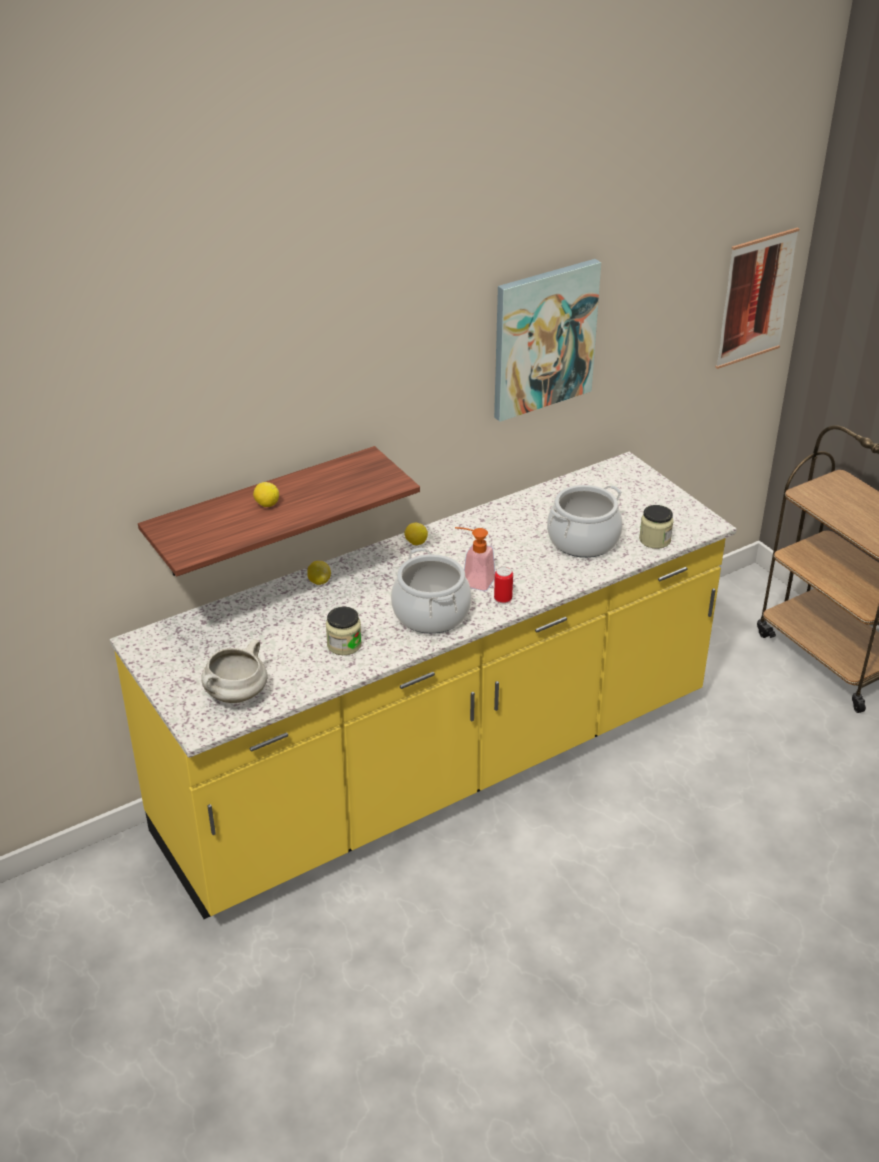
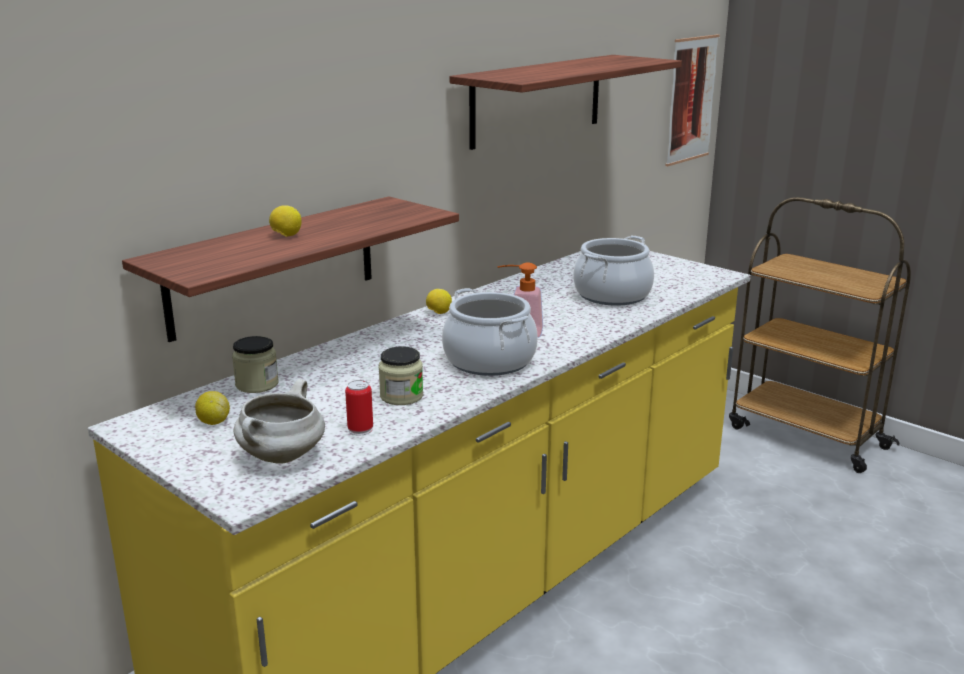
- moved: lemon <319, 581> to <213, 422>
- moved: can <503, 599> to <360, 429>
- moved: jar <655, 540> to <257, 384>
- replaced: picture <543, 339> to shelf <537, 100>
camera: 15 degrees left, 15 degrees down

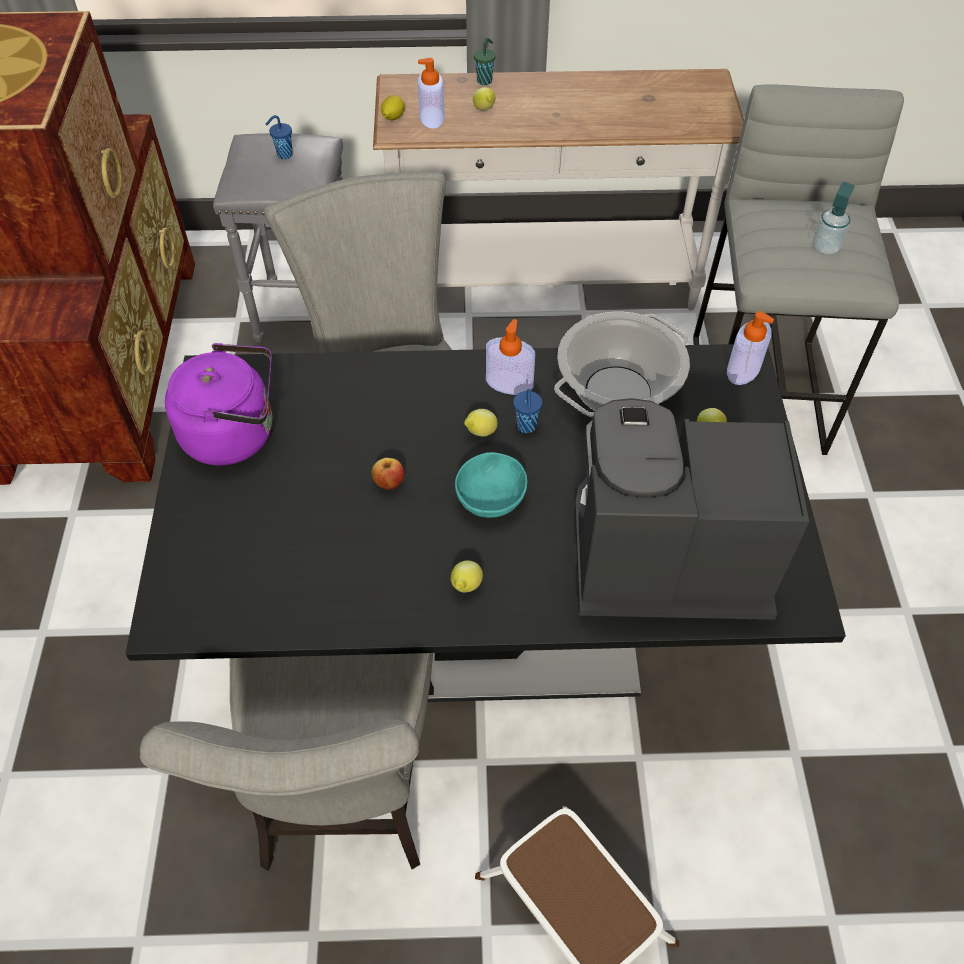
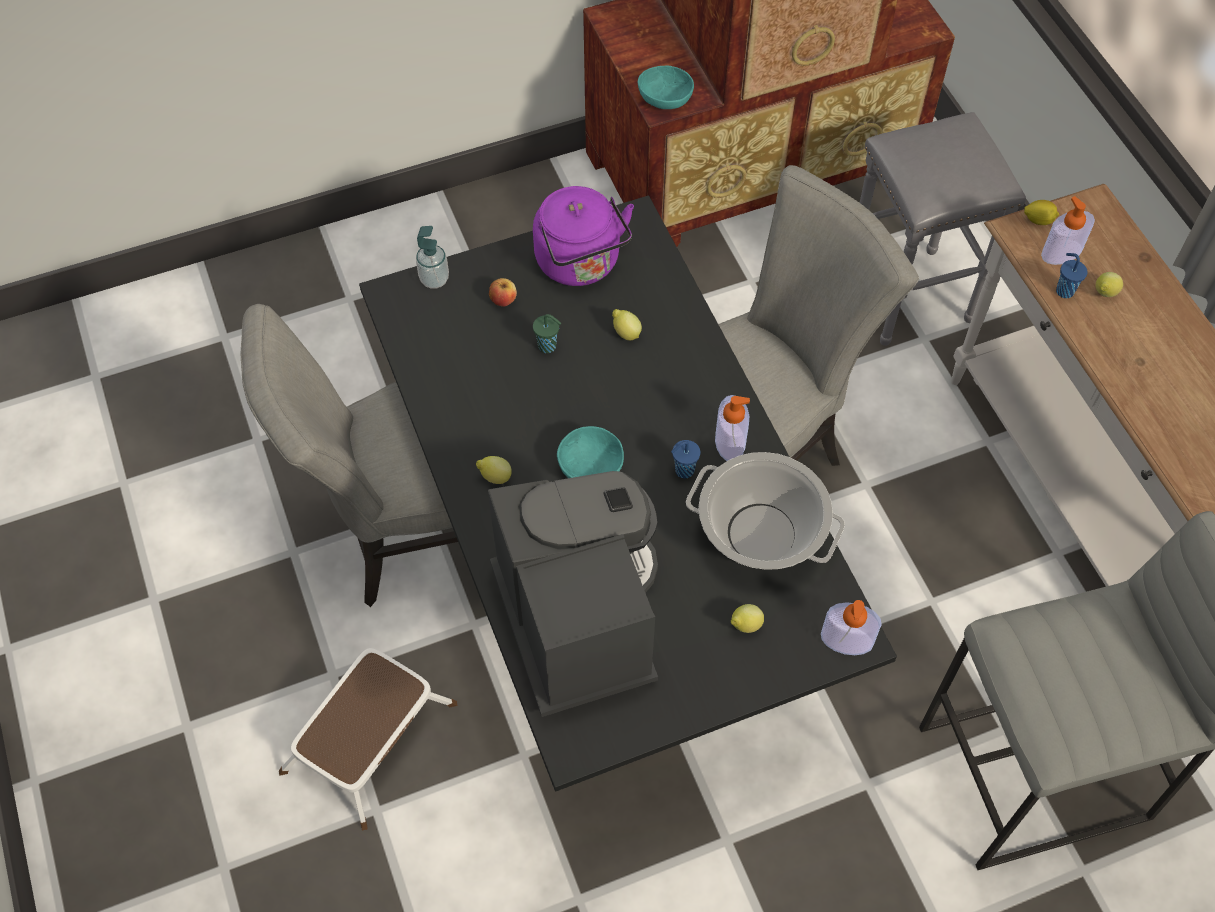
- added: turquoise bowl <665, 99>
- moved: blue cup <284, 155> to <1064, 290>
- moved: apple <389, 482> to <503, 300>
- moved: lemon <480, 433> to <625, 333>
- moved: green cup <485, 80> to <548, 346>
- moved: soap dispenser <825, 247> to <434, 279>
camera: 70 degrees right, 5 degrees up

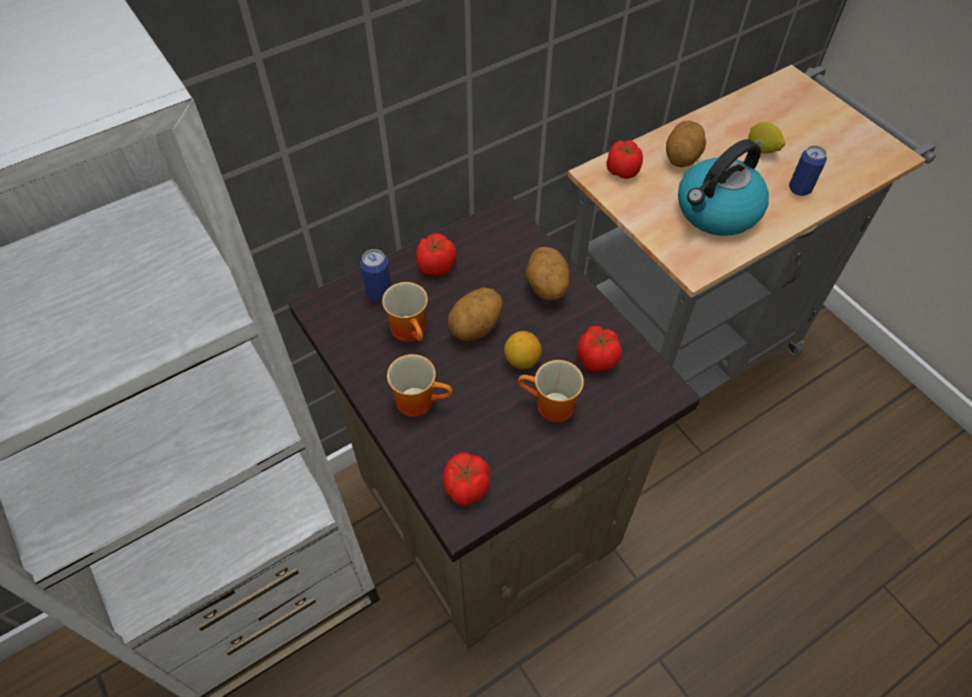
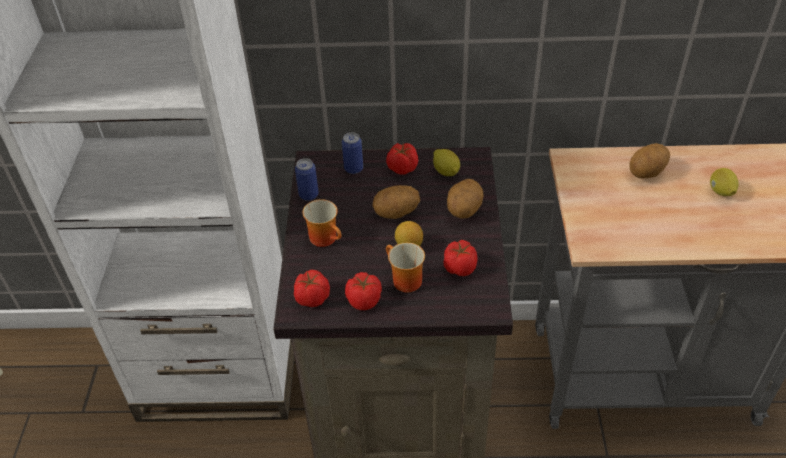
- removed: mug <412, 330>
- removed: kettle <716, 212>
- added: lemon <446, 171>
- moved: tomato <623, 170> to <365, 300>
- moved: can <799, 189> to <308, 195>
camera: 35 degrees right, 10 degrees down

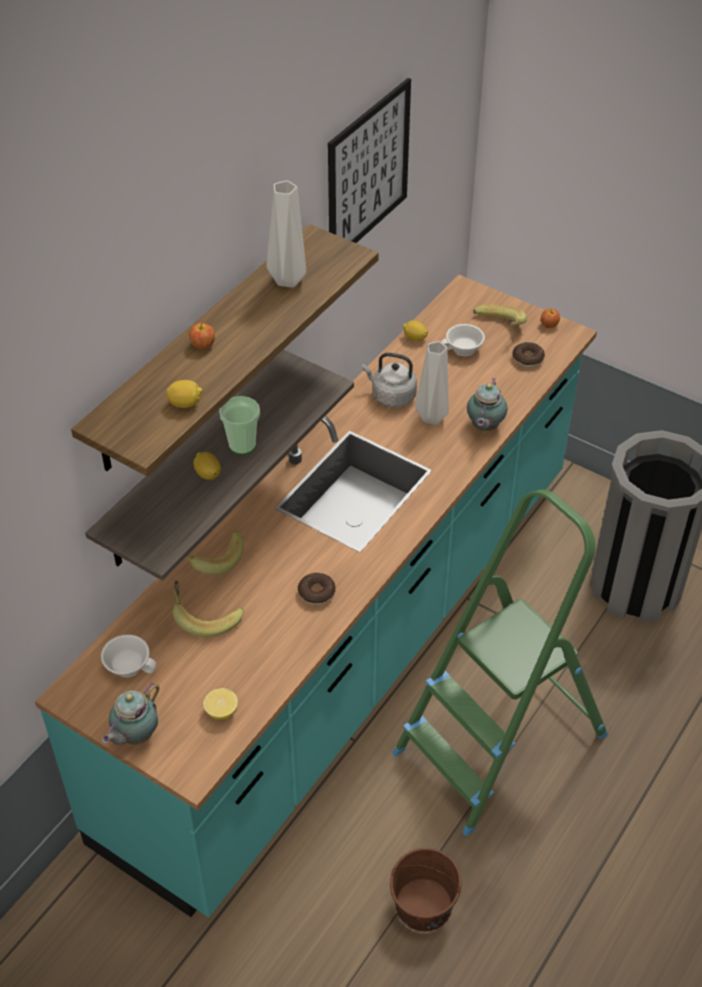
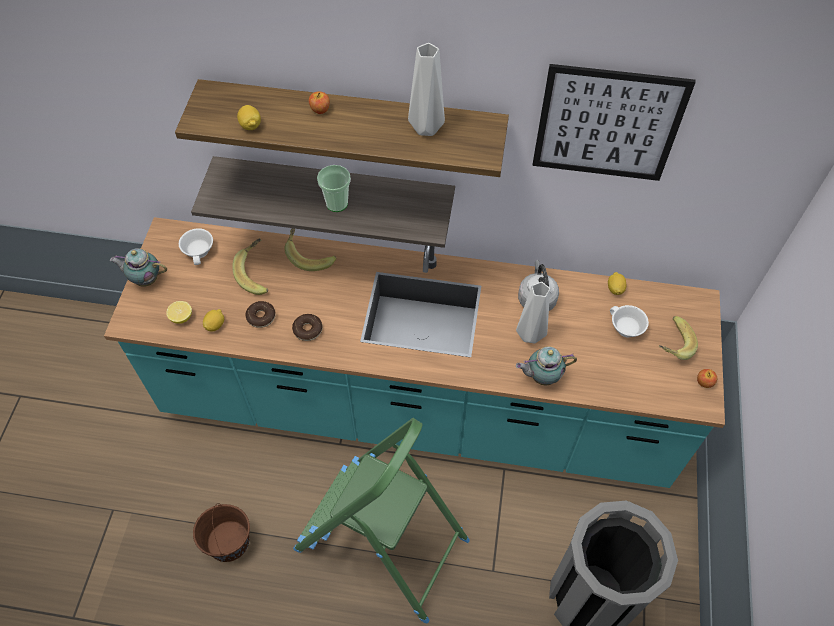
- moved: lemon <208, 474> to <215, 325>
- moved: donut <527, 359> to <261, 317>
camera: 65 degrees right, 10 degrees up

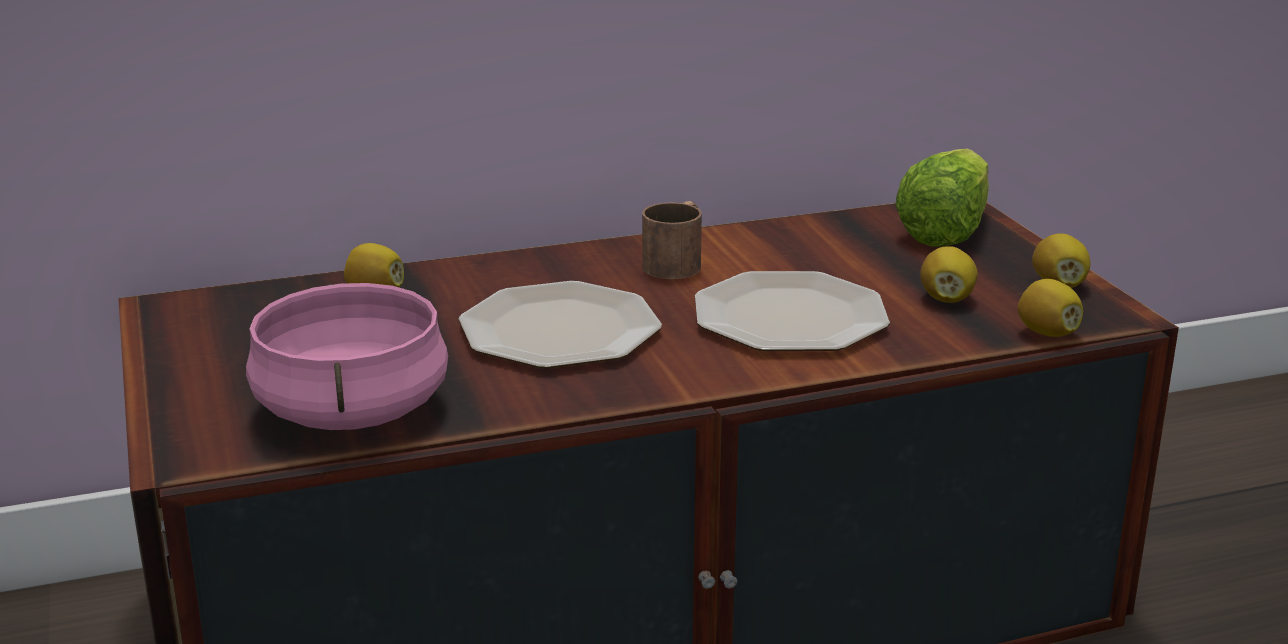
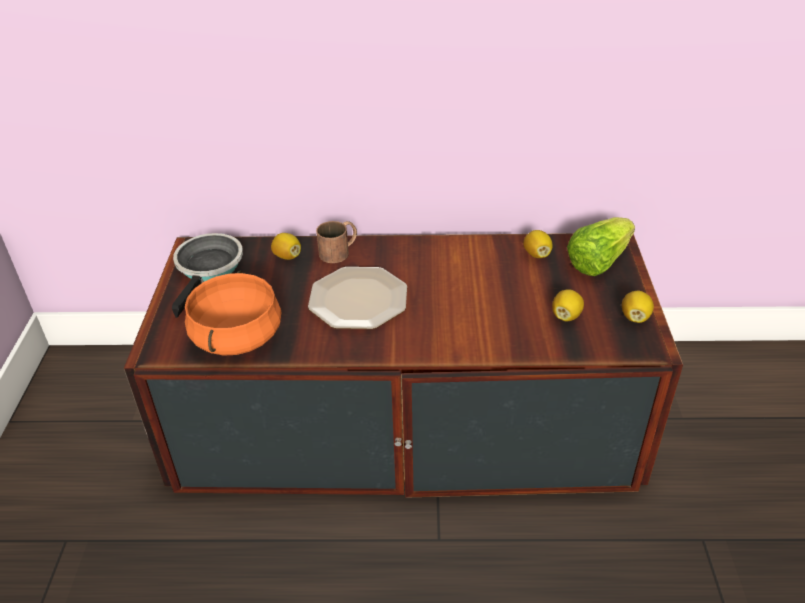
- removed: plate <792, 316>
- added: frying pan <209, 269>
- moved: brown mug <678, 262> to <339, 251>
- moved: lemon <1047, 333> to <537, 254>
- recoloured: pink cooking pot <350, 410> to orange cooking pot <236, 336>
camera: 20 degrees right, 15 degrees up

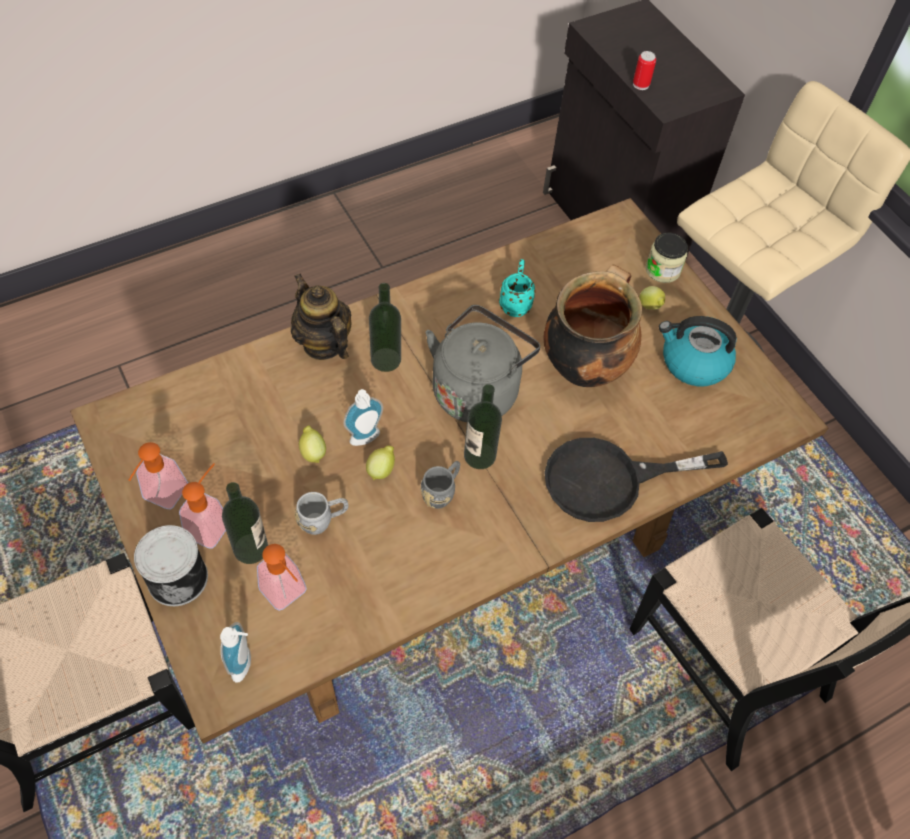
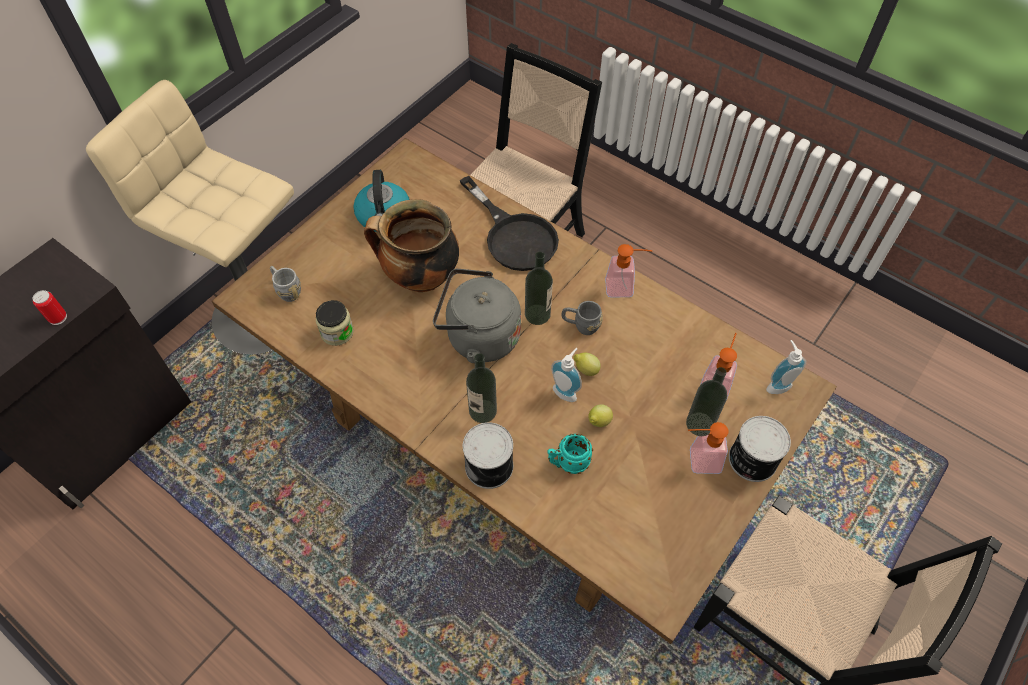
- removed: lemon <650, 307>
- moved: soap dispenser <161, 498> to <624, 287>
- moved: grey mug <323, 520> to <286, 290>
- moved: turquoise mug <515, 303> to <567, 463>
- moved: jar <662, 270> to <337, 332>
- replaced: teapot <323, 343> to can <490, 466>
camera: 110 degrees left, 0 degrees up

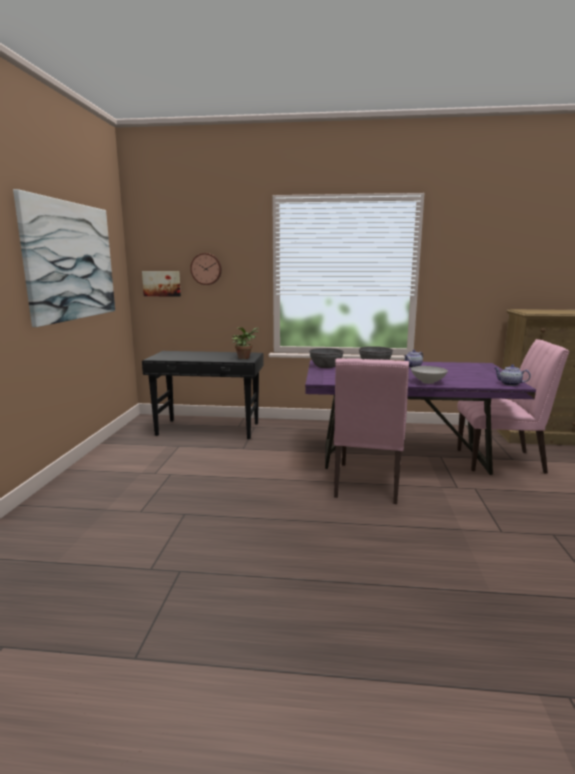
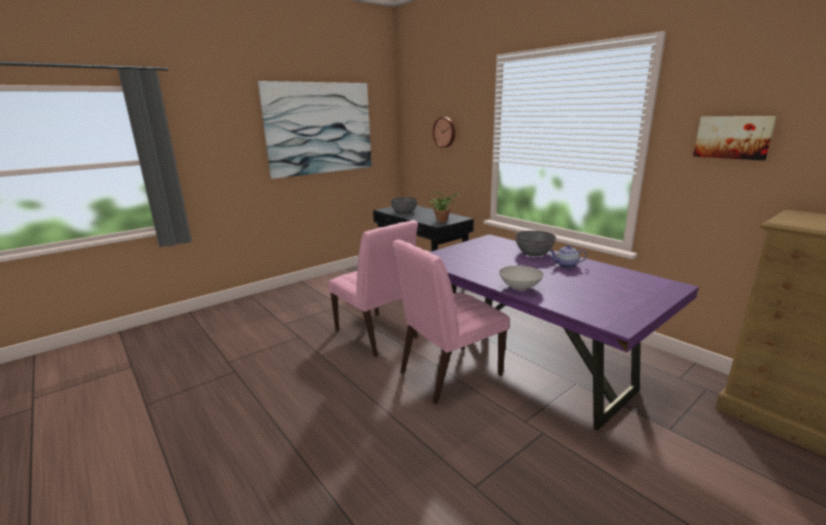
- removed: teapot <509, 384>
- moved: picture <162, 283> to <733, 137>
- moved: grey bowl <326, 366> to <404, 212>
- moved: pink chair <499, 461> to <375, 334>
camera: 45 degrees right, 5 degrees up

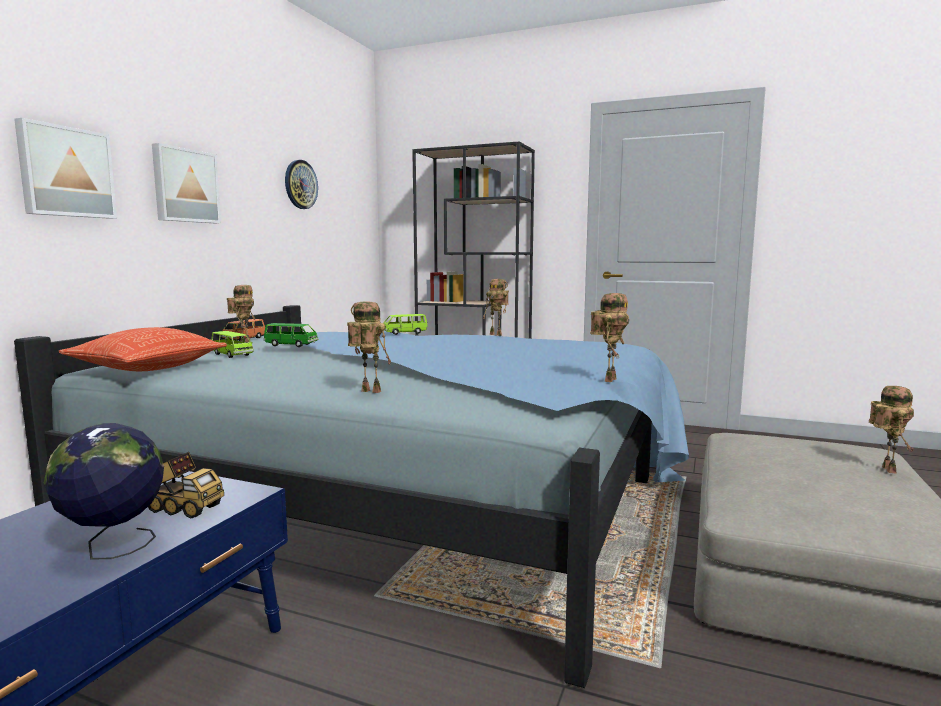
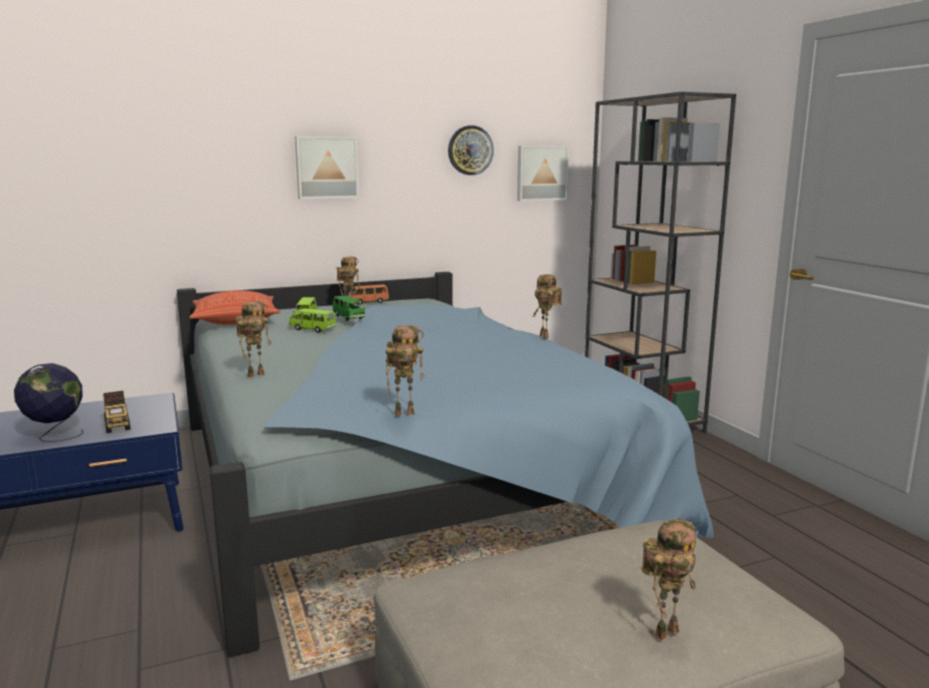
- moved: picture <65, 172> to <541, 173>
- moved: green toy car <405, 333> to <312, 329>
- turned: toy robot <368, 392> = <256, 374> 75 degrees clockwise
camera: 45 degrees right, 5 degrees up

